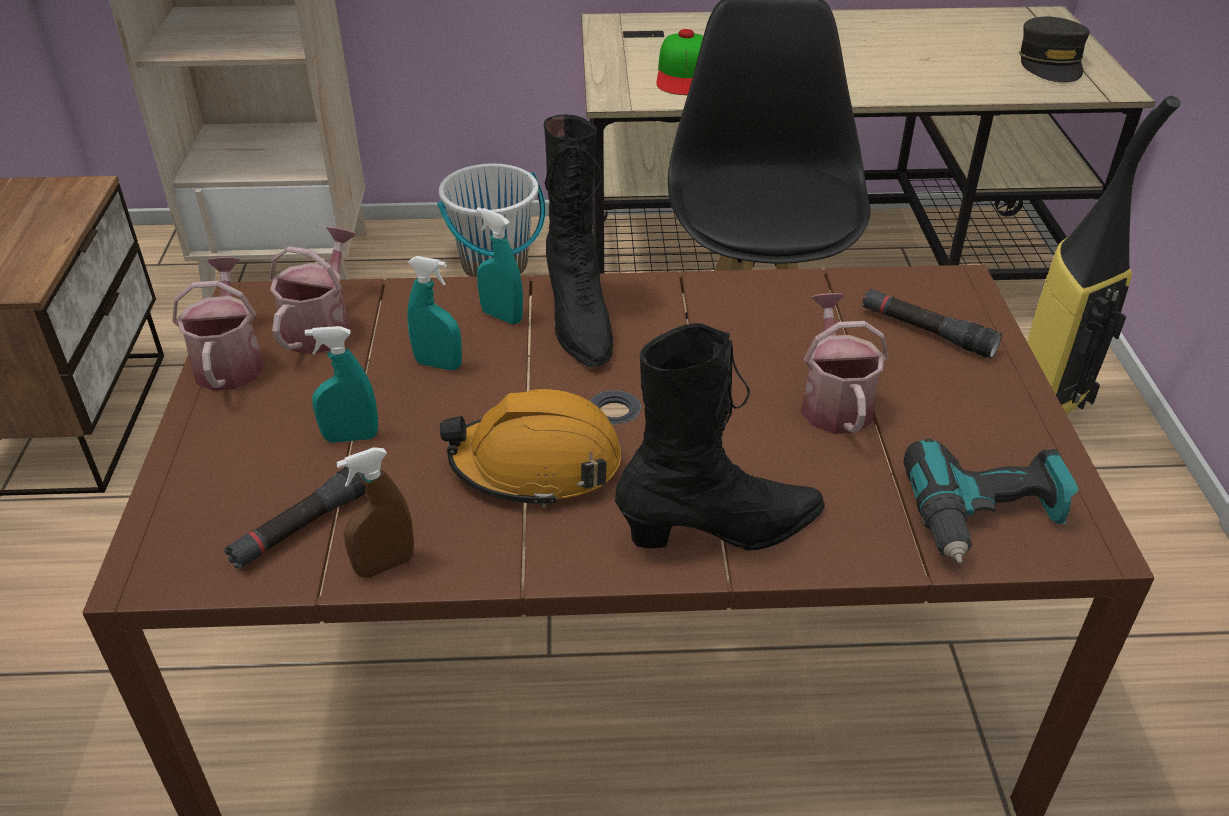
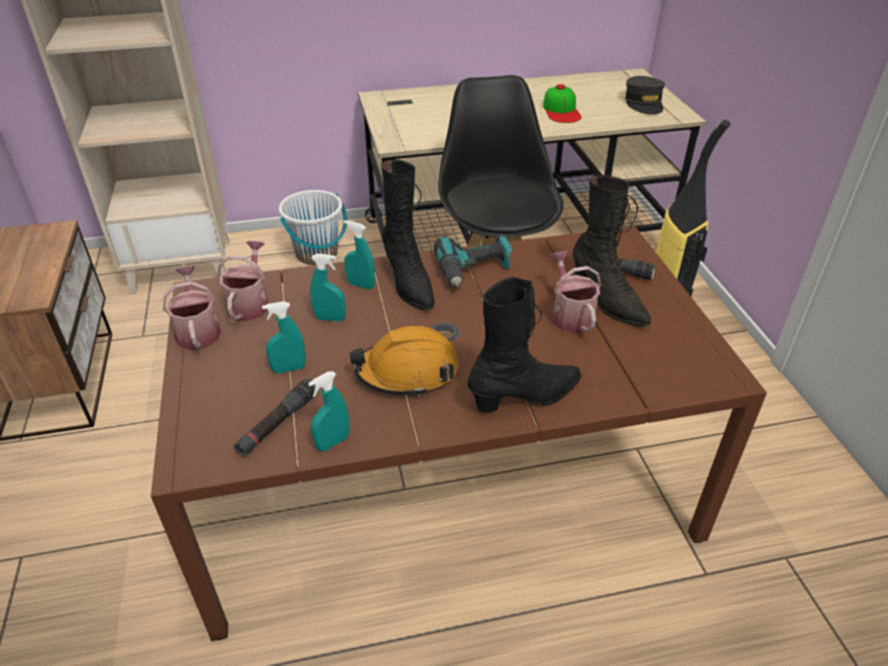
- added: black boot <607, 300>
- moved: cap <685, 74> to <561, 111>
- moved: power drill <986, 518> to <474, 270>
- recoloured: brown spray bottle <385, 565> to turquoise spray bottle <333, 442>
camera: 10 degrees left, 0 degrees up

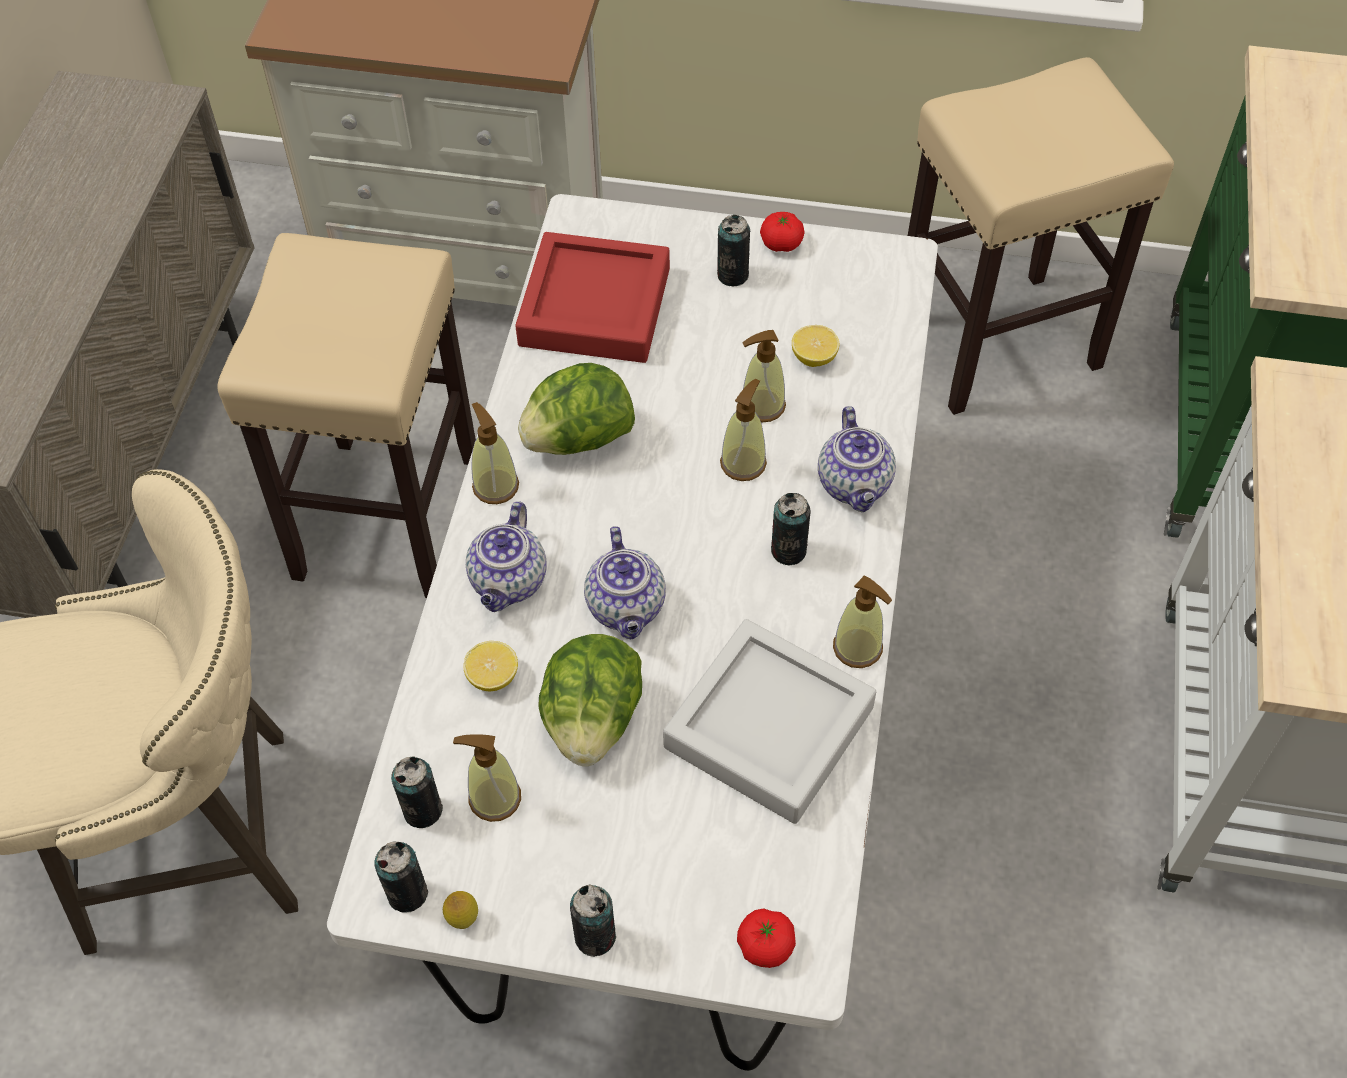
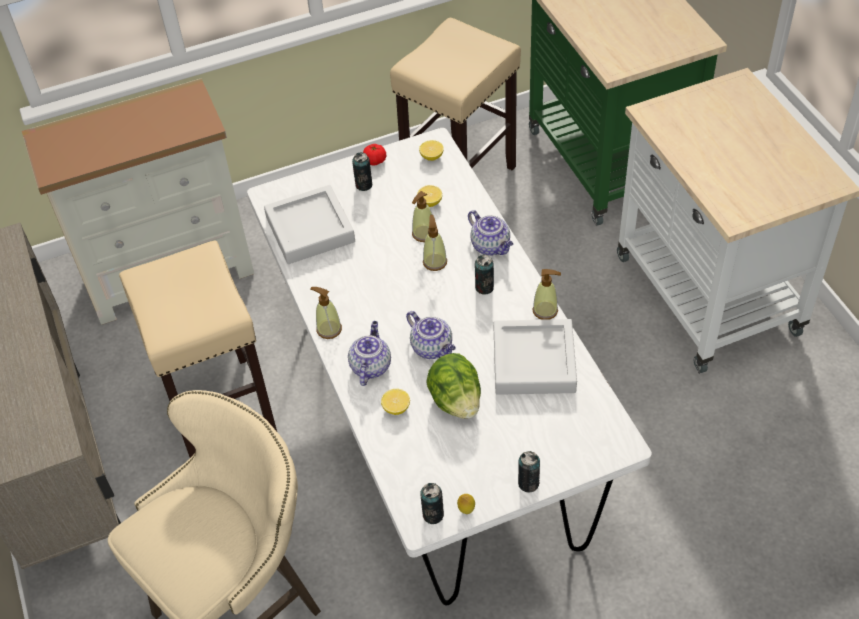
- removed: can <422, 810>
- removed: soap dispenser <494, 798>
- removed: lettuce <578, 439>
- removed: tomato <765, 945>
- added: lemon <431, 157>
- recoloured: red tray <595, 307> to grey tray <310, 229>
- turned: teapot <509, 583> = <370, 366> 150 degrees counterclockwise
camera: 30 degrees left, 5 degrees down

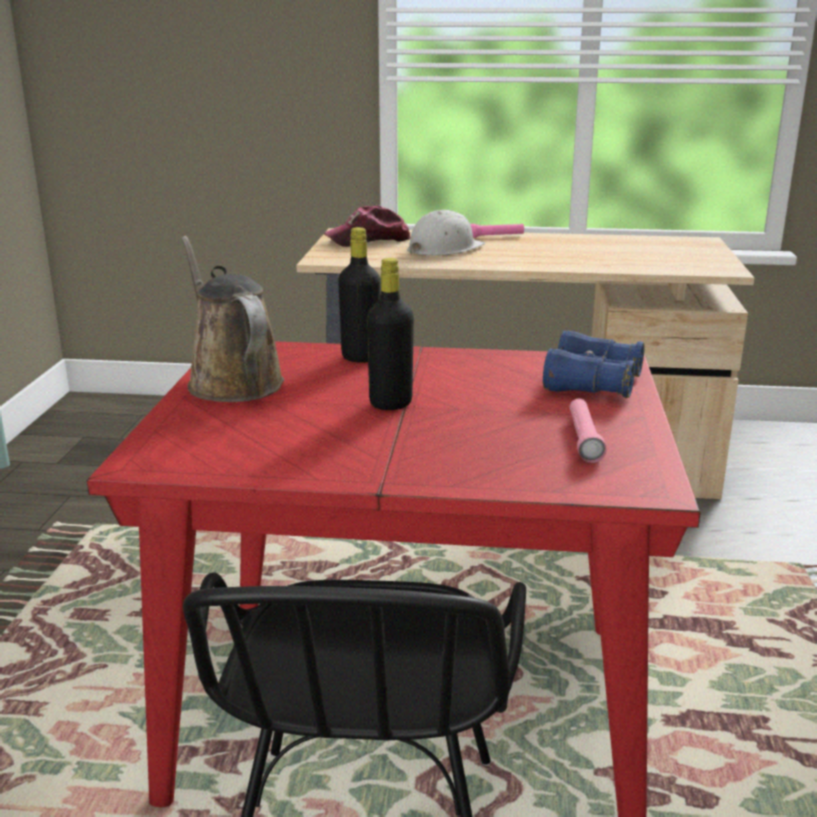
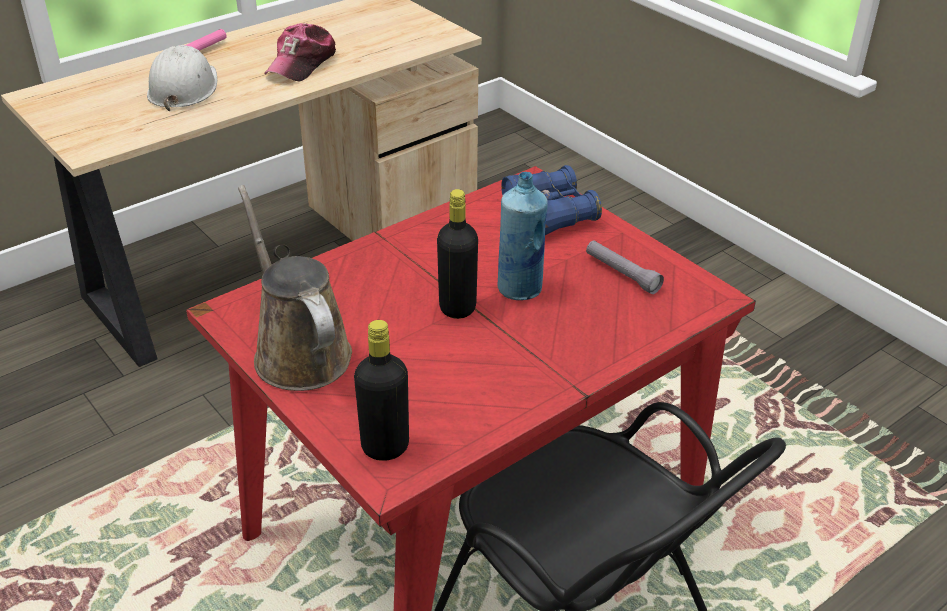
- added: blue bottle <520, 289>
- moved: cap <369, 240> to <302, 64>
- moved: black bottle <361, 357> to <385, 447>
- recoloured: pink flashlight <584, 439> to grey flashlight <622, 274>
- turned: brown watering can <231, 381> = <298, 351> 45 degrees clockwise
camera: 45 degrees left, 15 degrees up

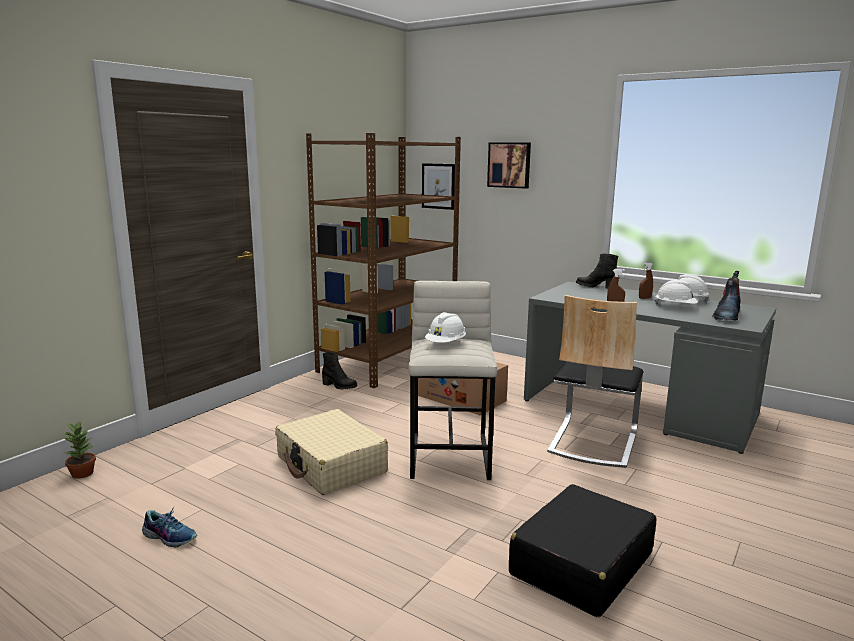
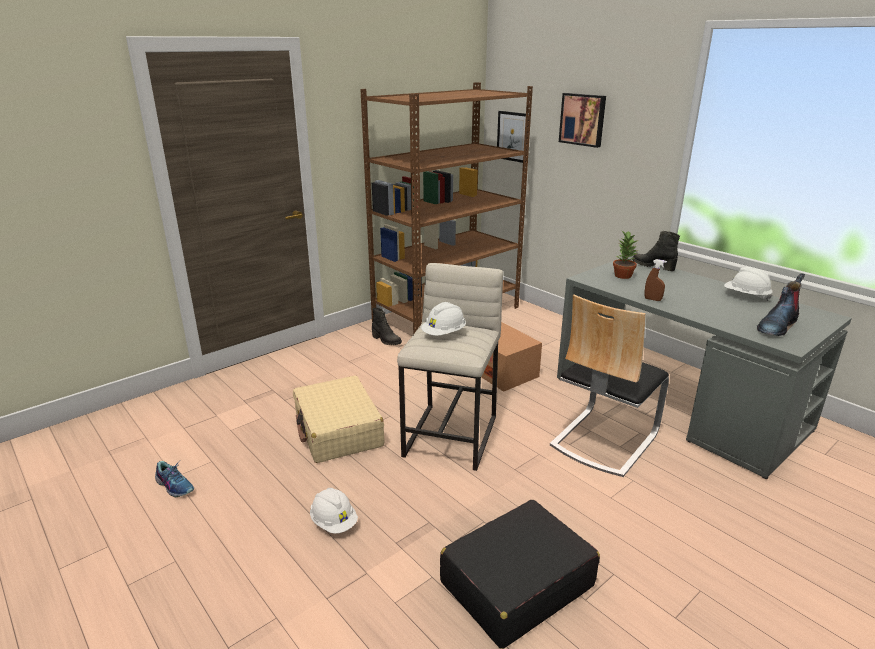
- removed: brown spray bottle <644, 298>
- moved: potted plant <82, 473> to <622, 275>
- moved: white hard hat <675, 307> to <334, 522>
camera: 15 degrees right, 10 degrees up

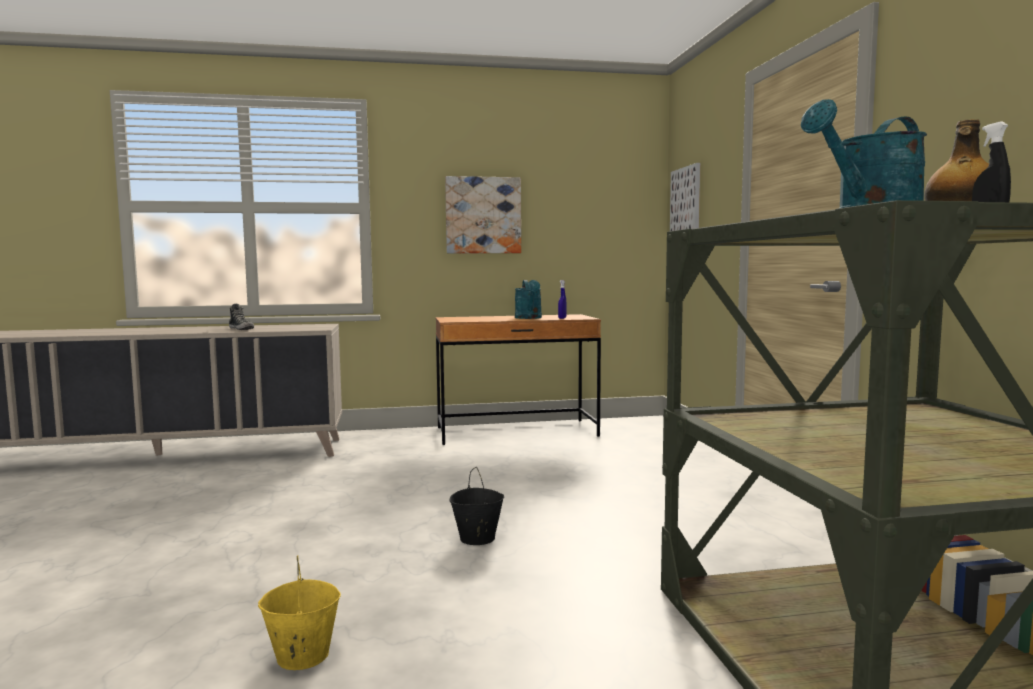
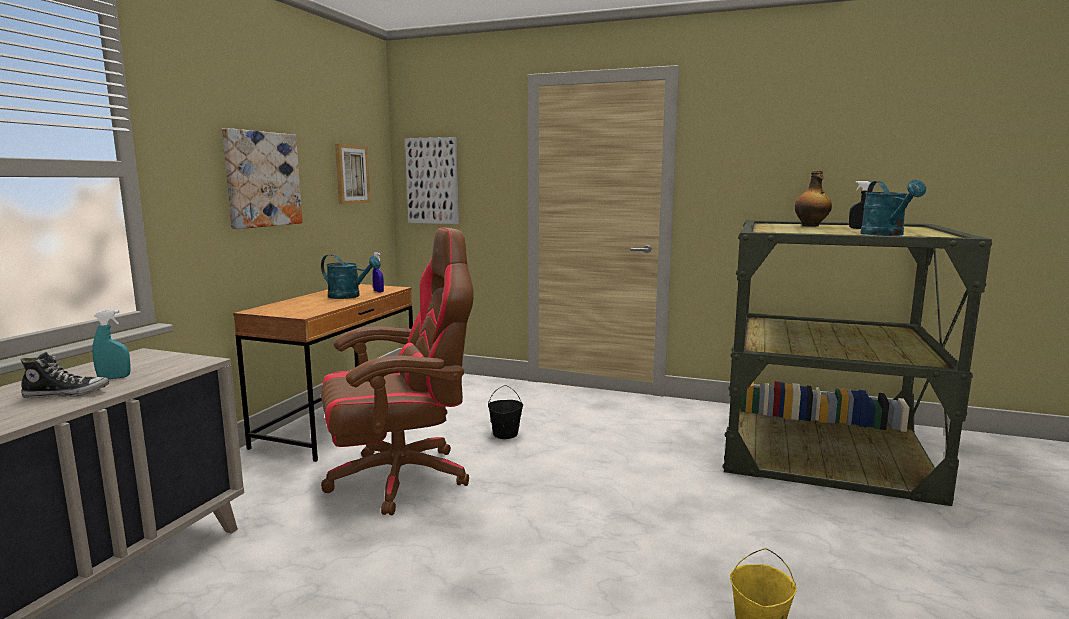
- added: turquoise spray bottle <114, 378>
- added: brown office chair <399, 478>
- added: picture <351, 174>
- moved: black bucket <477, 538> to <505, 434>
camera: 60 degrees left, 5 degrees up

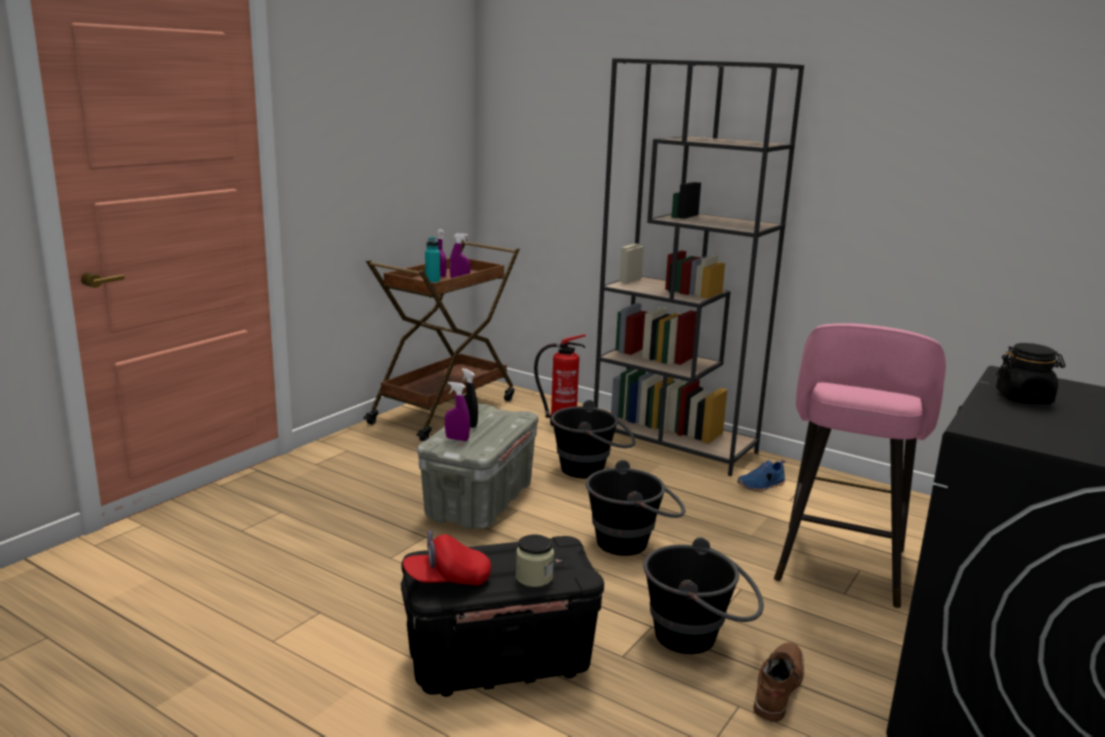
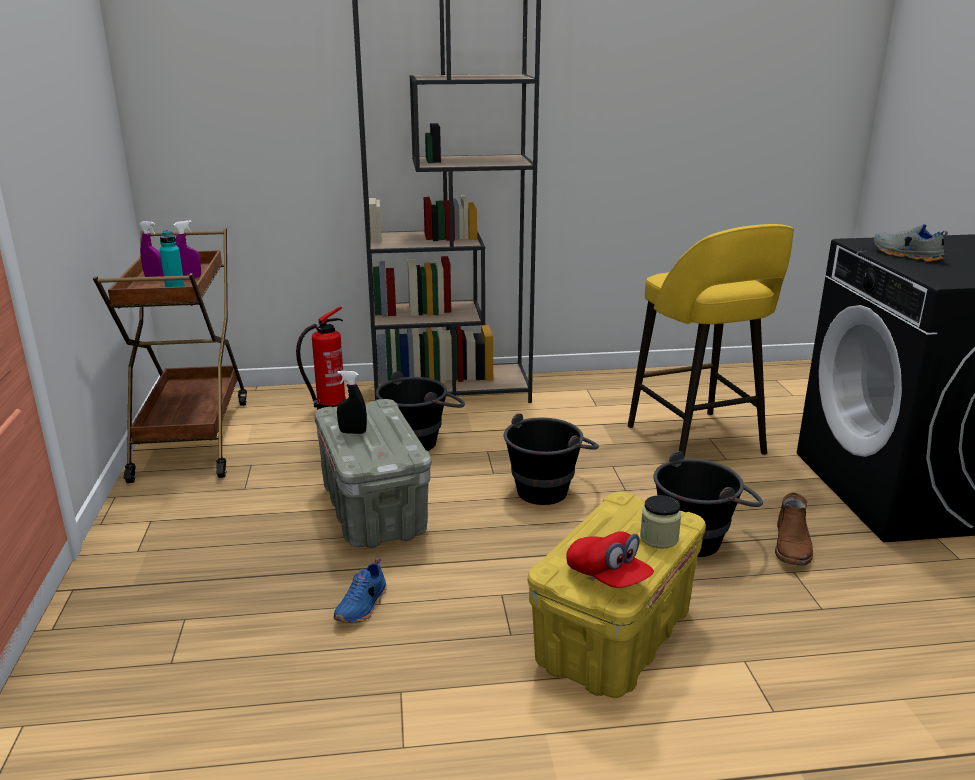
- removed: purple spray bottle <457, 439>
- moved: blue shoe <761, 486> to <363, 606>
- replaced: black jar <1024, 398> to grey shoe <905, 255>
- recoloured: black storage box <500, 661> to yellow storage box <614, 637>
- recoloured: pink stool <839, 567> to yellow stool <697, 442>
- turned: red cap <447, 580> = <608, 577> 75 degrees counterclockwise
- turned: brown boot <776, 688> = <792, 546> 150 degrees counterclockwise
camera: 40 degrees left, 5 degrees up

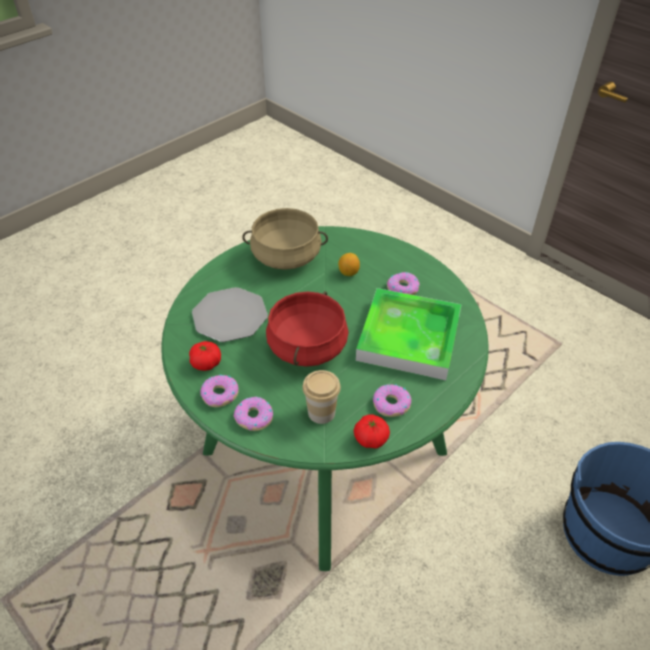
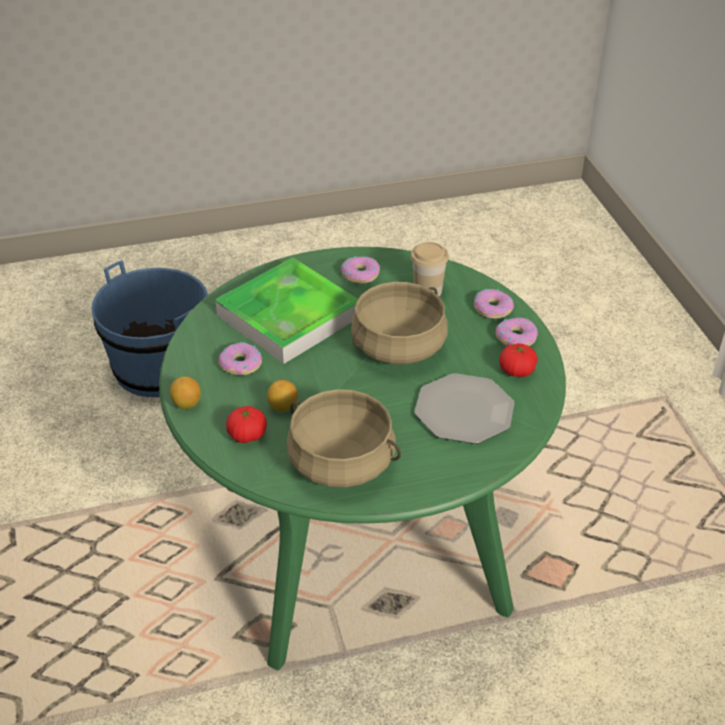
- added: lemon <186, 404>
- moved: tomato <371, 438> to <247, 435>
- recoloured: red cooking pot <308, 347> to beige cooking pot <398, 346>
camera: 150 degrees left, 5 degrees down

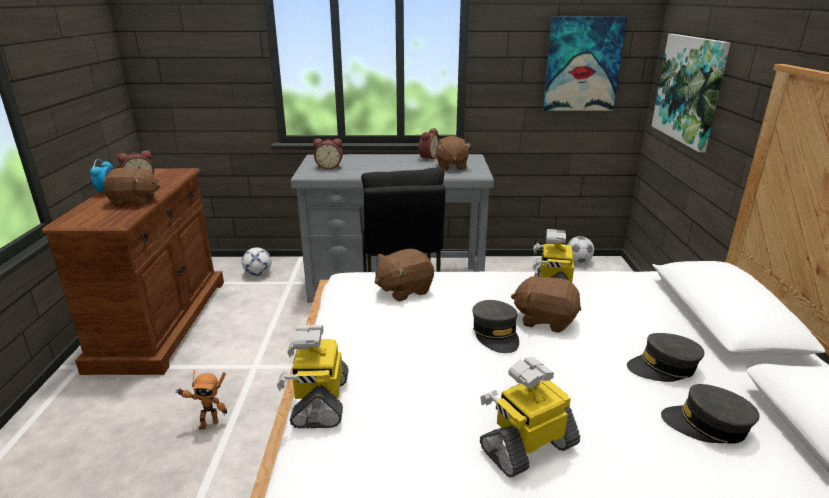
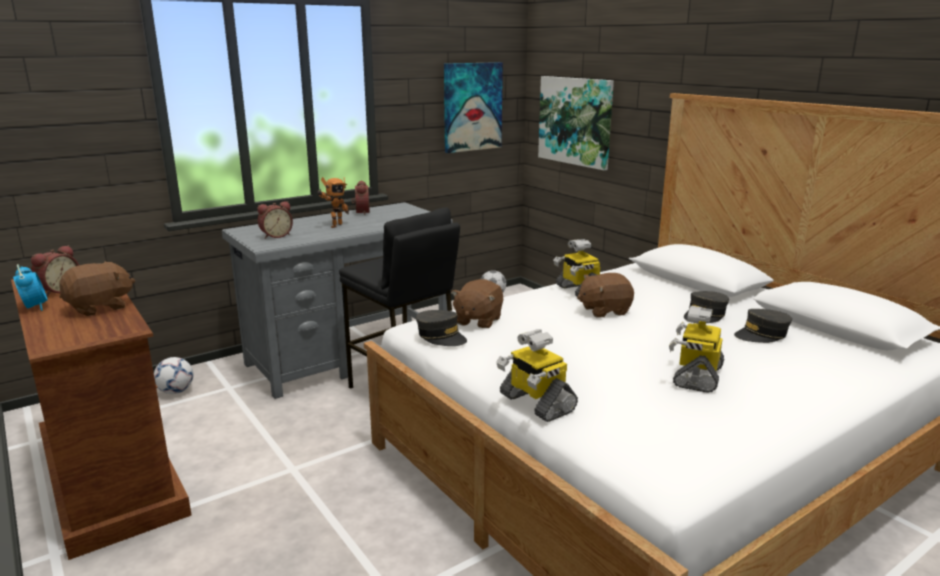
- removed: brown plush toy <451, 166>
- moved: toy robot <208, 423> to <334, 225>
- moved: grey cap <496, 334> to <441, 336>
camera: 35 degrees left, 5 degrees down

